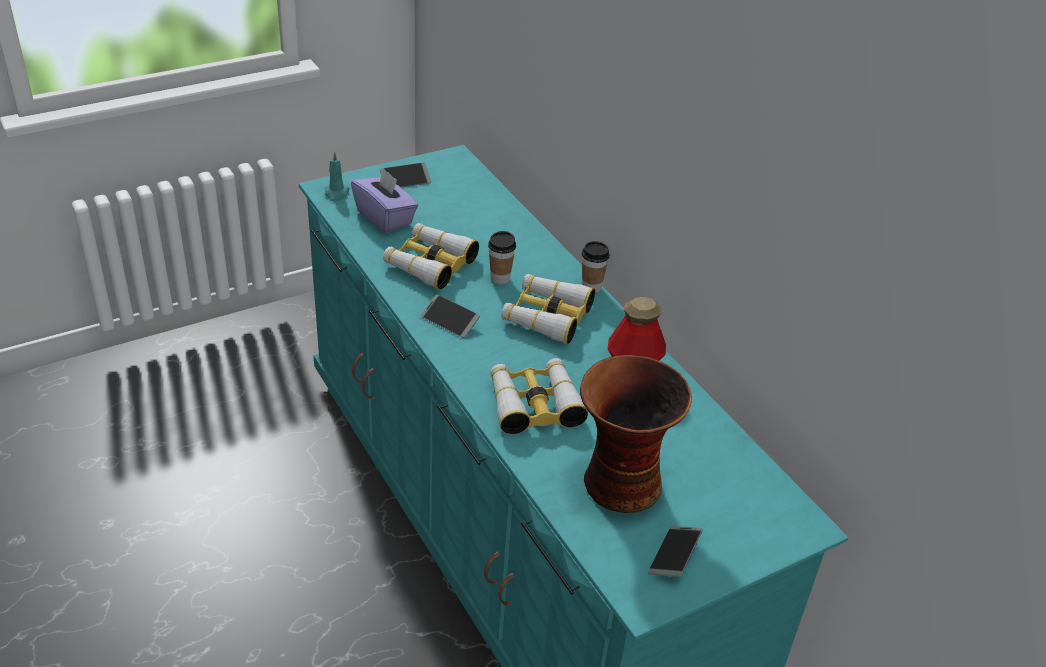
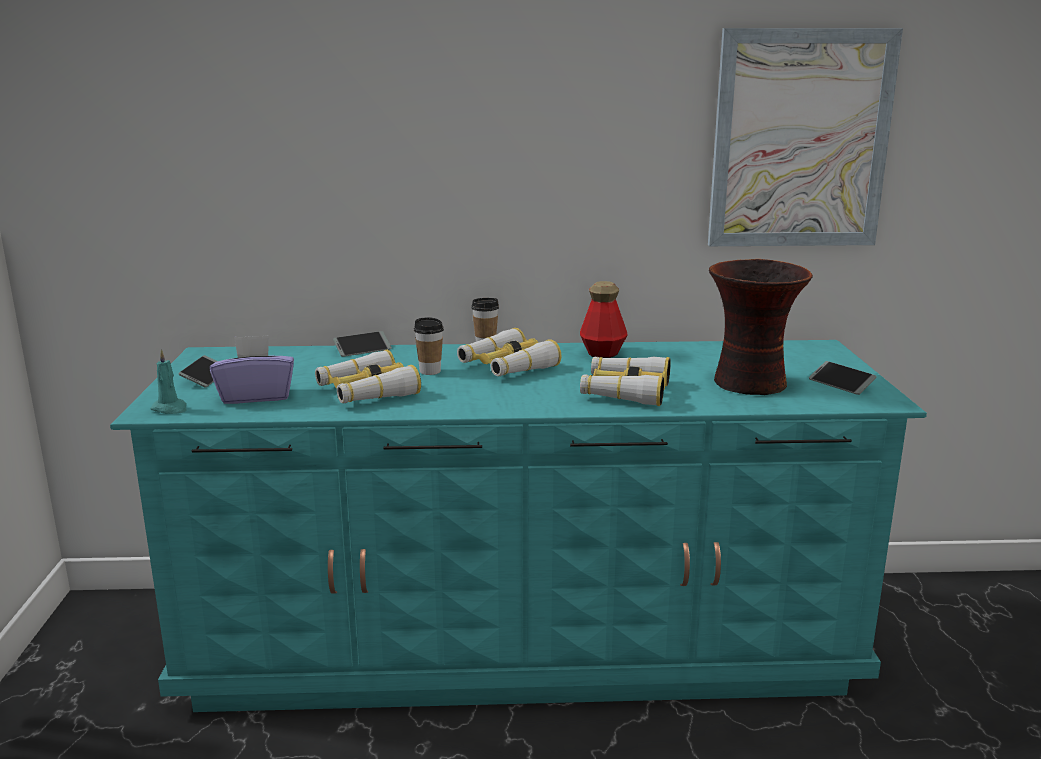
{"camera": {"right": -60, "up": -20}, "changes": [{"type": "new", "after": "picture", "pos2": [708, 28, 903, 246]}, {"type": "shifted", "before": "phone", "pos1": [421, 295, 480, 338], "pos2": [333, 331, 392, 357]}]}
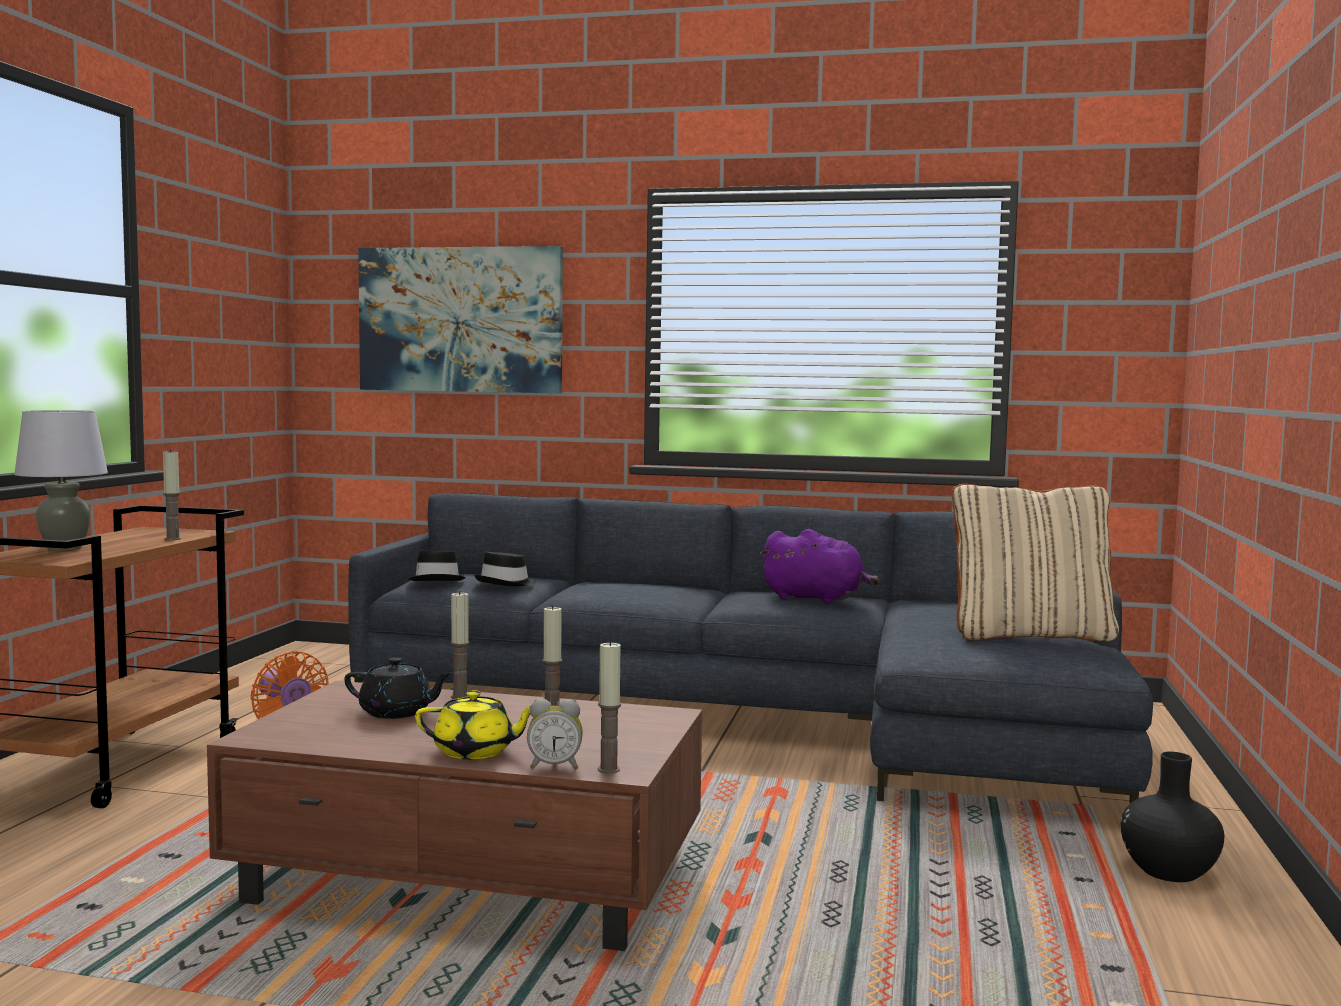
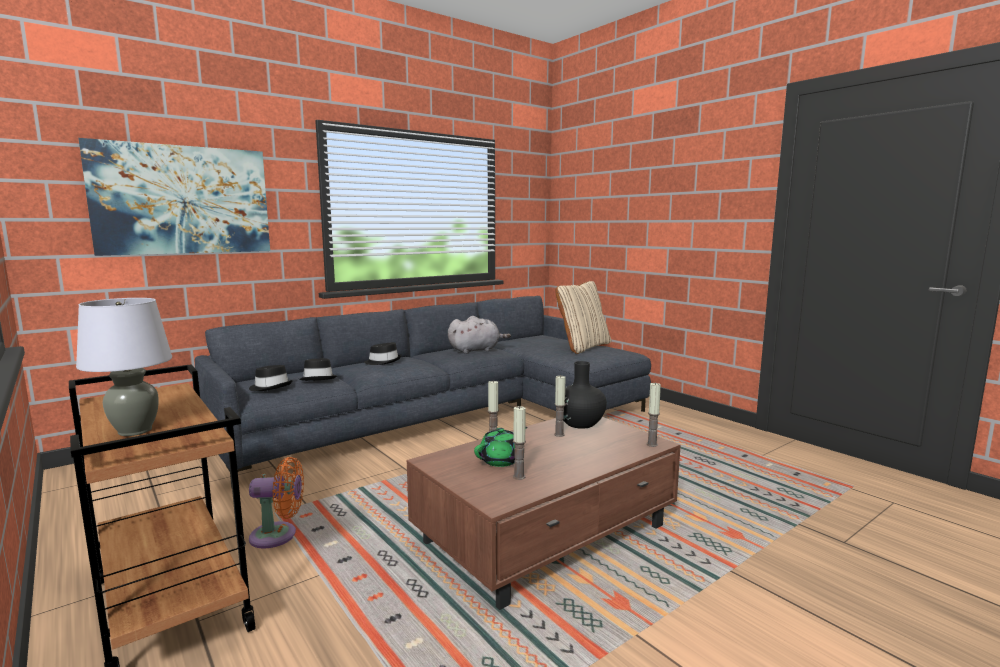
{"camera": {"right": -50, "up": 5}, "changes": [{"type": "gone", "before": "yellow-coloured teapot", "pos1": [415, 690, 531, 759]}, {"type": "gone", "before": "table clock", "pos1": [527, 699, 583, 769]}, {"type": "new", "after": "black clothing hat", "pos2": [364, 342, 402, 365]}, {"type": "shifted", "before": "wax light", "pos1": [163, 449, 181, 540], "pos2": [513, 406, 526, 480]}, {"type": "shifted", "before": "black decorative vase", "pos1": [1121, 752, 1224, 882], "pos2": [563, 361, 607, 429]}, {"type": "repainted", "before": "black teapot", "after": "green-coloured teapot", "pos1": [344, 658, 453, 719], "pos2": [474, 427, 528, 467]}, {"type": "repainted", "before": "purplish cuddly toy", "after": "gray cuddly toy", "pos1": [760, 529, 880, 604], "pos2": [448, 316, 511, 354]}]}
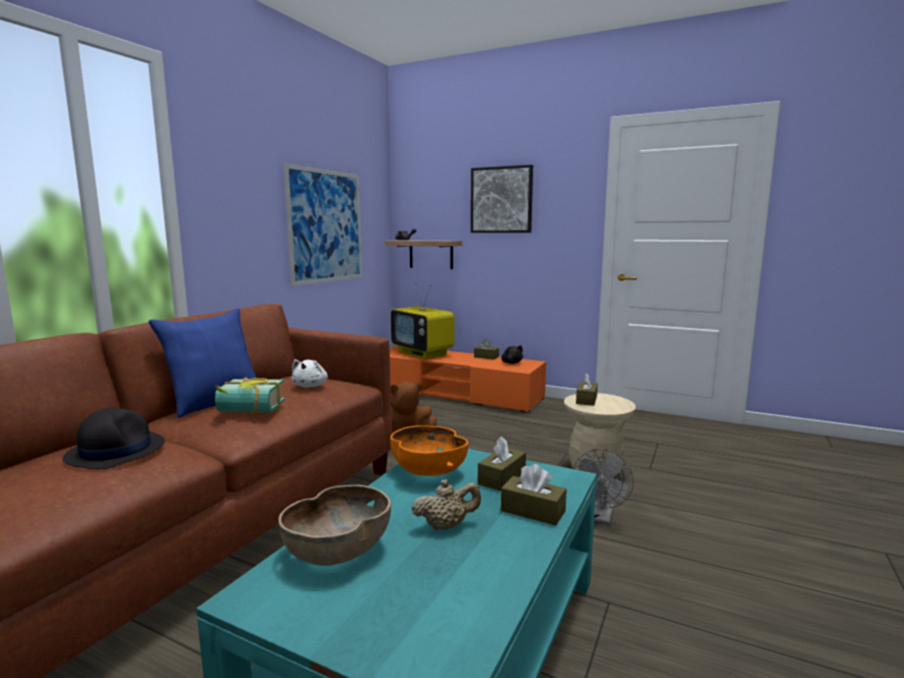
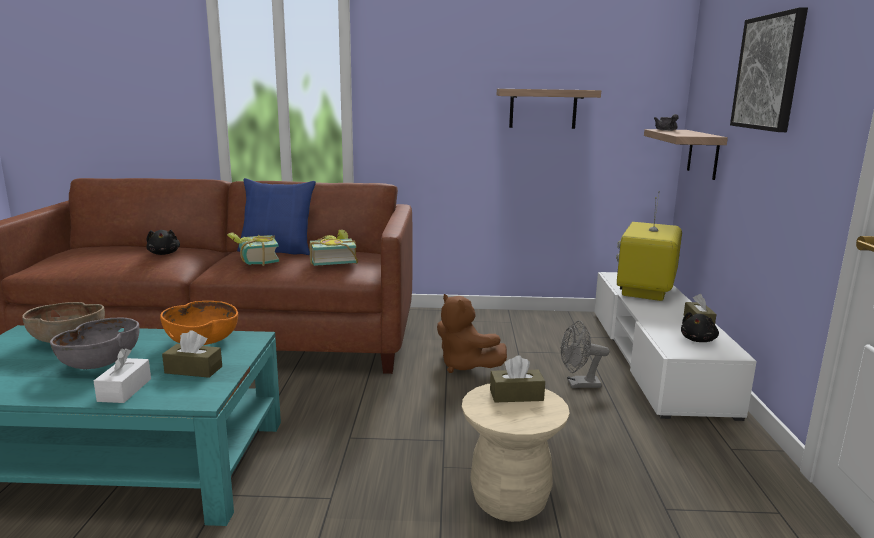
{"camera": {"right": 65, "up": 5}, "changes": [{"type": "shifted", "before": "gray fan", "pos1": [573, 449, 634, 524], "pos2": [561, 321, 610, 388]}, {"type": "swapped", "before": "black clothing hat", "after": "black cuddly toy", "pos1": [62, 407, 165, 469], "pos2": [146, 230, 180, 255]}, {"type": "swapped", "before": "picture", "after": "bracket shelf", "pos1": [283, 163, 362, 286], "pos2": [497, 89, 601, 129]}, {"type": "swapped", "before": "white cuddly toy", "after": "bound book", "pos1": [292, 359, 328, 388], "pos2": [309, 230, 358, 266]}, {"type": "swapped", "before": "beige teapot", "after": "gray serving bowl", "pos1": [411, 479, 481, 530], "pos2": [50, 317, 139, 369]}, {"type": "repainted", "before": "orange media console", "after": "white media console", "pos1": [390, 345, 546, 413], "pos2": [594, 272, 757, 421]}, {"type": "repainted", "before": "brown tissue box", "after": "white tissue box", "pos1": [501, 464, 567, 525], "pos2": [94, 348, 151, 403]}]}
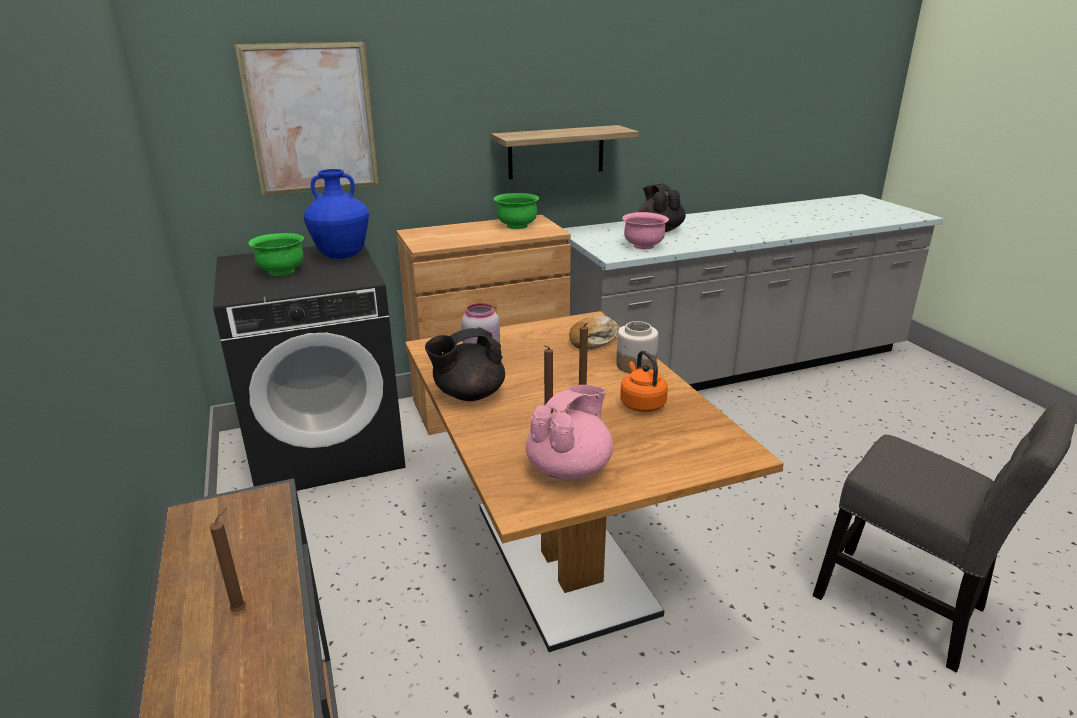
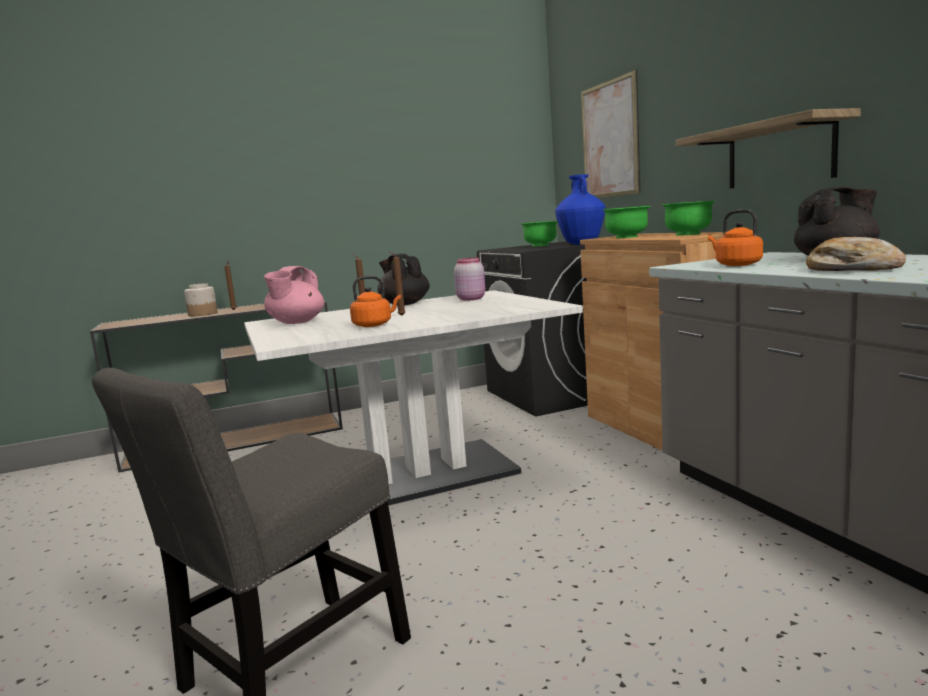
{"camera": {"right": 90, "up": -15}, "changes": [{"type": "new", "after": "green-coloured serving bowl", "pos2": [603, 206, 651, 238]}, {"type": "shifted", "before": "baked bread", "pos1": [569, 316, 619, 349], "pos2": [806, 237, 906, 271]}, {"type": "shifted", "before": "preserve jar", "pos1": [616, 321, 658, 374], "pos2": [184, 283, 217, 317]}, {"type": "swapped", "before": "pink-coloured serving bowl", "after": "orange water kettle", "pos1": [622, 212, 669, 249], "pos2": [708, 209, 763, 266]}, {"type": "repainted", "before": "brown kitchen table", "after": "white kitchen table", "pos1": [405, 311, 784, 652], "pos2": [244, 290, 583, 506]}, {"type": "rotated", "before": "pink-coloured teapot", "pos1": [526, 385, 613, 480], "pos2": [264, 266, 324, 324], "turn": 75}]}
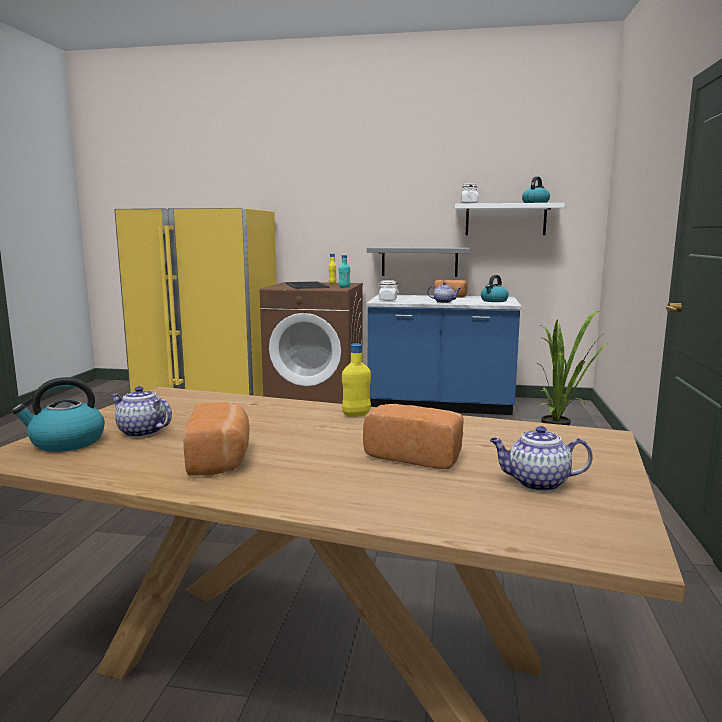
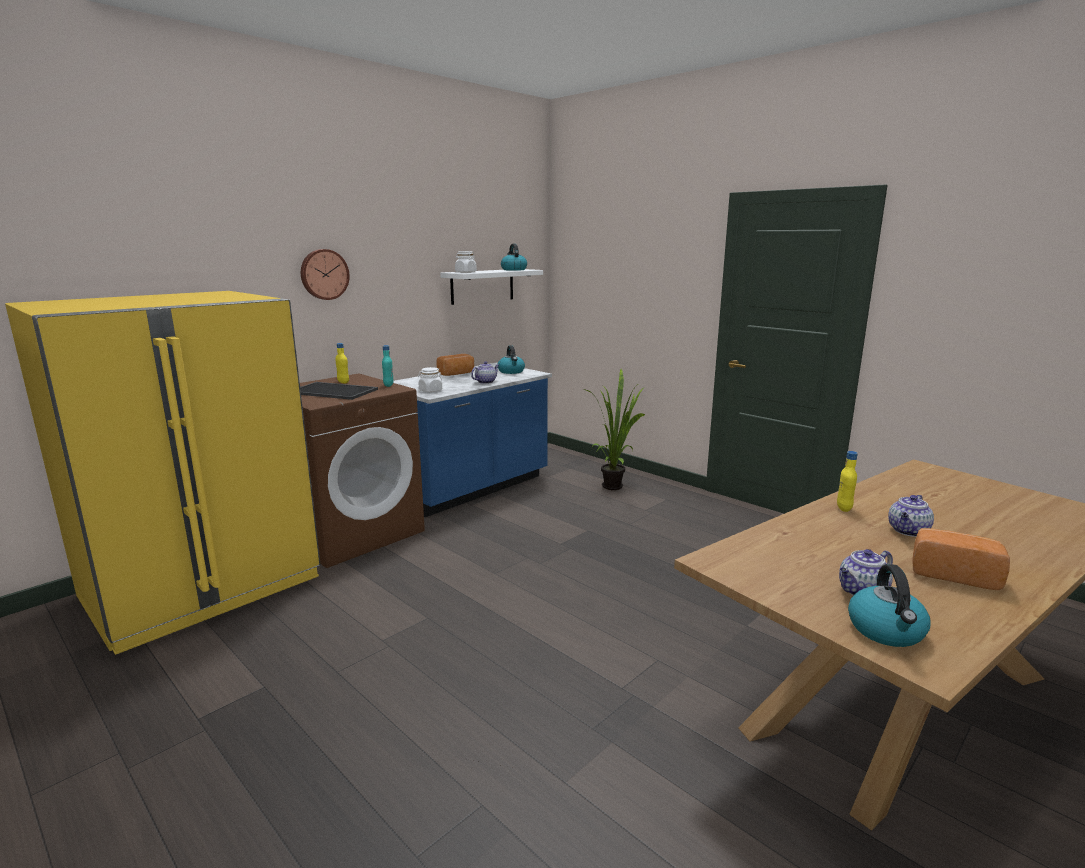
{"camera": {"right": -55, "up": 5}, "changes": [{"type": "gone", "before": "baked bread", "pos1": [363, 404, 464, 469]}, {"type": "gone", "before": "gray bracket shelf", "pos1": [367, 247, 470, 277]}, {"type": "new", "after": "wall clock", "pos2": [301, 249, 350, 300]}, {"type": "shifted", "before": "teapot", "pos1": [490, 426, 593, 491], "pos2": [888, 495, 934, 537]}]}
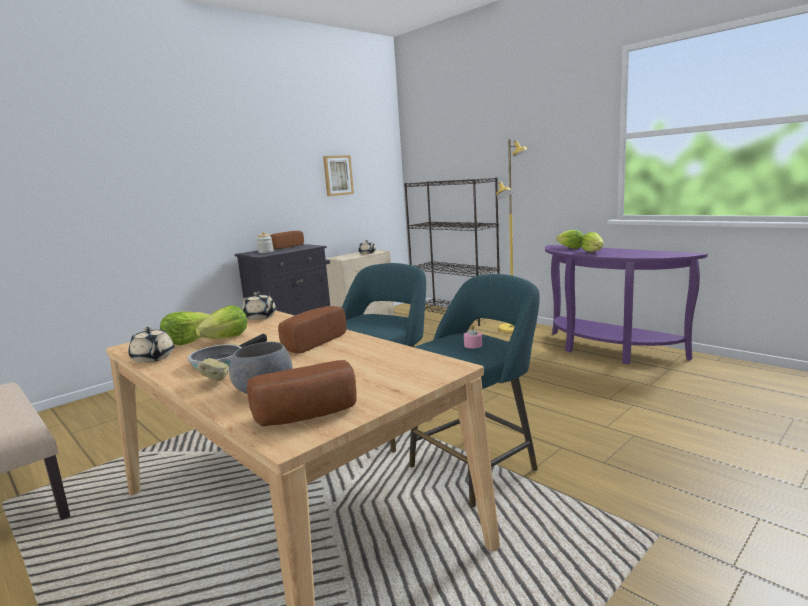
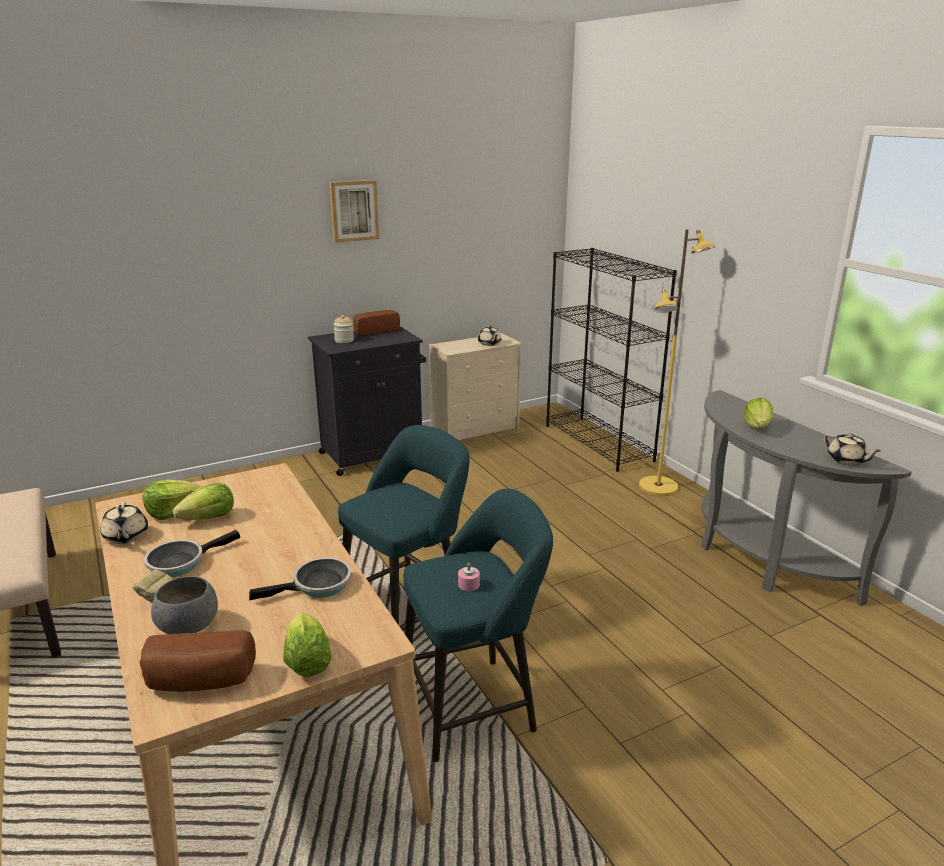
{"camera": {"right": 15, "up": 10}, "changes": [{"type": "gone", "before": "baked bread", "pos1": [278, 306, 347, 354]}, {"type": "new", "after": "frying pan", "pos2": [249, 557, 352, 600]}, {"type": "shifted", "before": "beige teapot", "pos1": [242, 292, 276, 320], "pos2": [824, 433, 881, 466]}, {"type": "shifted", "before": "picture", "pos1": [323, 155, 354, 196], "pos2": [329, 180, 379, 243]}, {"type": "shifted", "before": "lettuce head", "pos1": [556, 230, 584, 249], "pos2": [283, 612, 332, 677]}, {"type": "repainted", "before": "purplish narrow table", "after": "gray narrow table", "pos1": [545, 245, 708, 364], "pos2": [701, 390, 912, 606]}]}
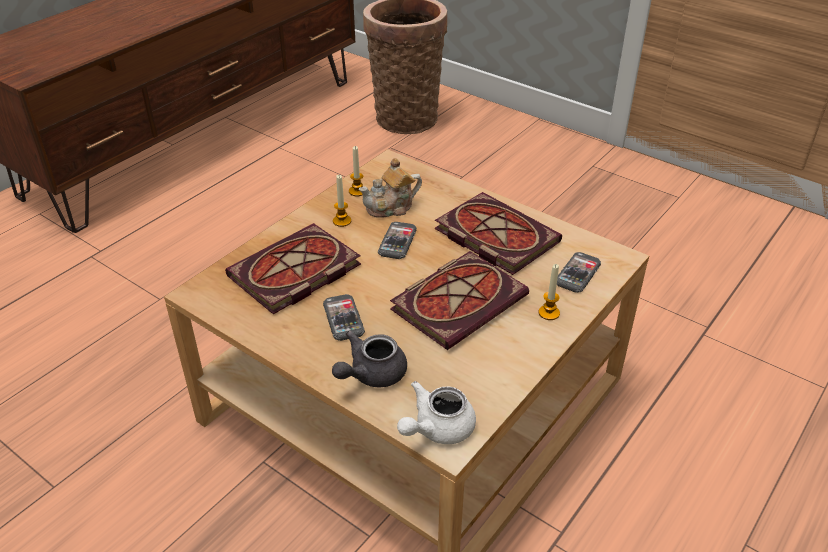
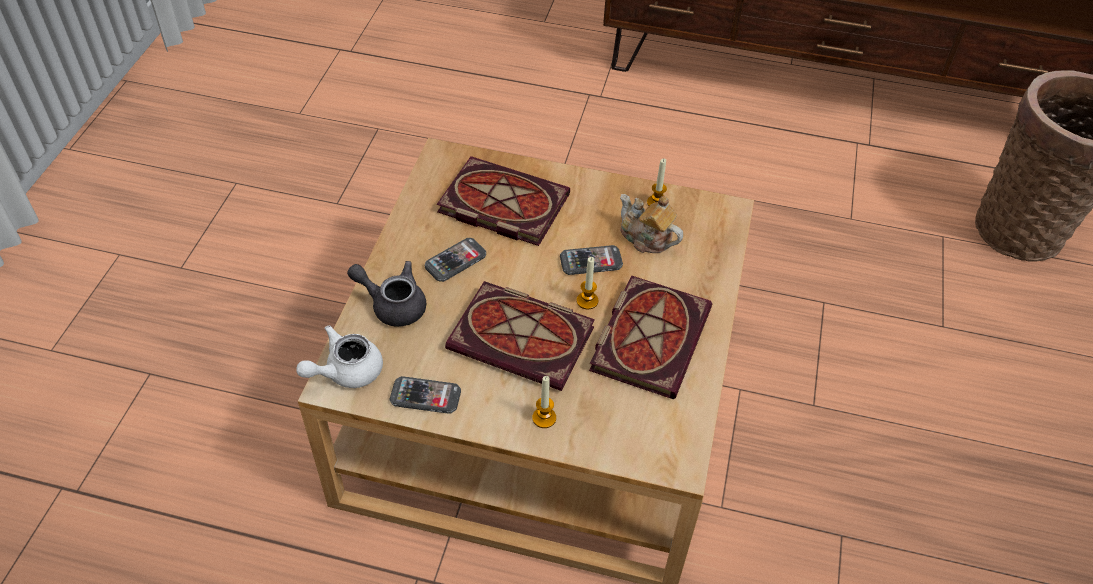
{"camera": {"right": 65, "up": 10}, "changes": [{"type": "shifted", "before": "wax light", "pos1": [333, 175, 351, 227], "pos2": [577, 257, 598, 309]}, {"type": "shifted", "before": "phone", "pos1": [557, 252, 601, 293], "pos2": [390, 376, 461, 414]}, {"type": "rotated", "before": "white teapot", "pos1": [397, 381, 476, 444], "pos2": [296, 325, 383, 388], "turn": -60}]}
